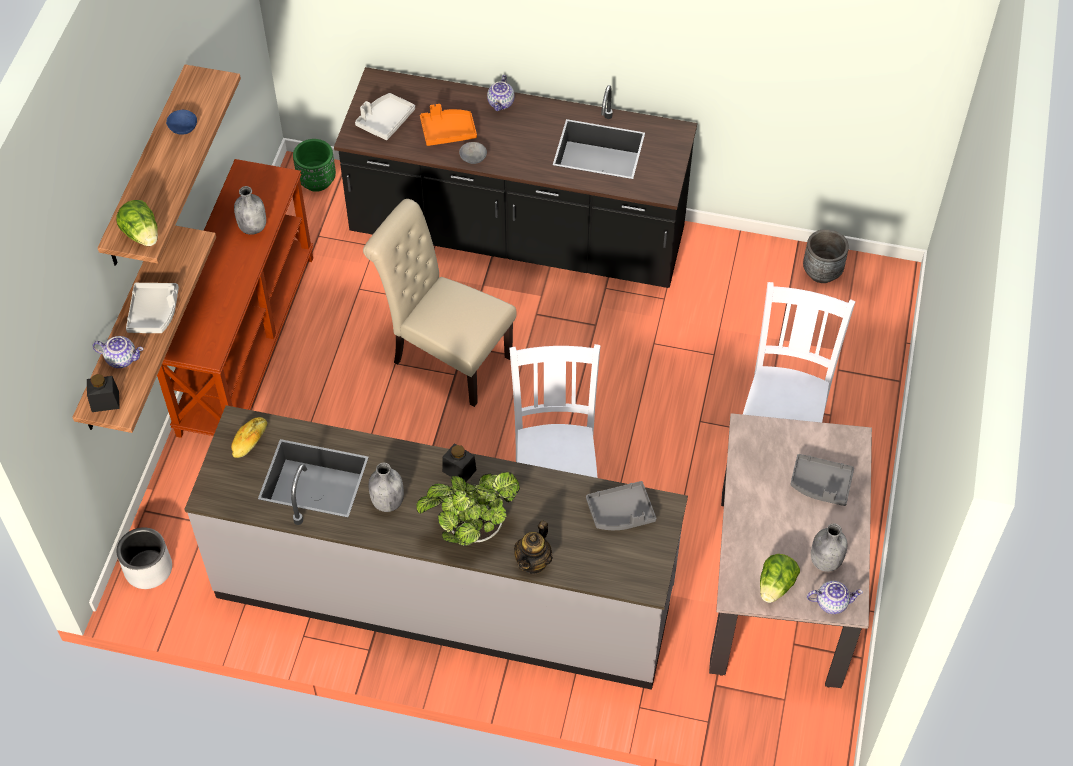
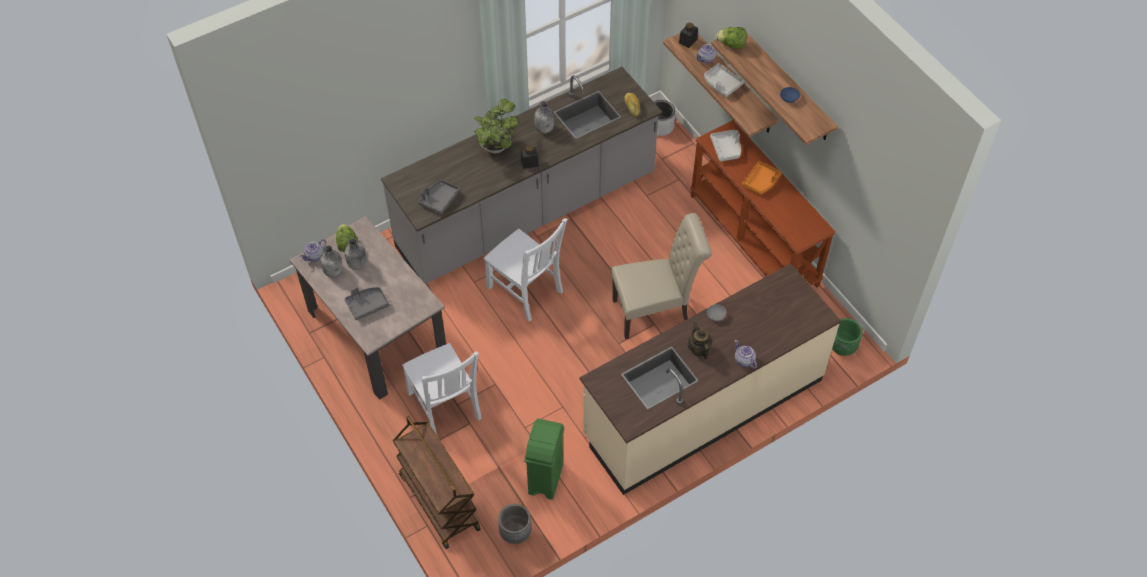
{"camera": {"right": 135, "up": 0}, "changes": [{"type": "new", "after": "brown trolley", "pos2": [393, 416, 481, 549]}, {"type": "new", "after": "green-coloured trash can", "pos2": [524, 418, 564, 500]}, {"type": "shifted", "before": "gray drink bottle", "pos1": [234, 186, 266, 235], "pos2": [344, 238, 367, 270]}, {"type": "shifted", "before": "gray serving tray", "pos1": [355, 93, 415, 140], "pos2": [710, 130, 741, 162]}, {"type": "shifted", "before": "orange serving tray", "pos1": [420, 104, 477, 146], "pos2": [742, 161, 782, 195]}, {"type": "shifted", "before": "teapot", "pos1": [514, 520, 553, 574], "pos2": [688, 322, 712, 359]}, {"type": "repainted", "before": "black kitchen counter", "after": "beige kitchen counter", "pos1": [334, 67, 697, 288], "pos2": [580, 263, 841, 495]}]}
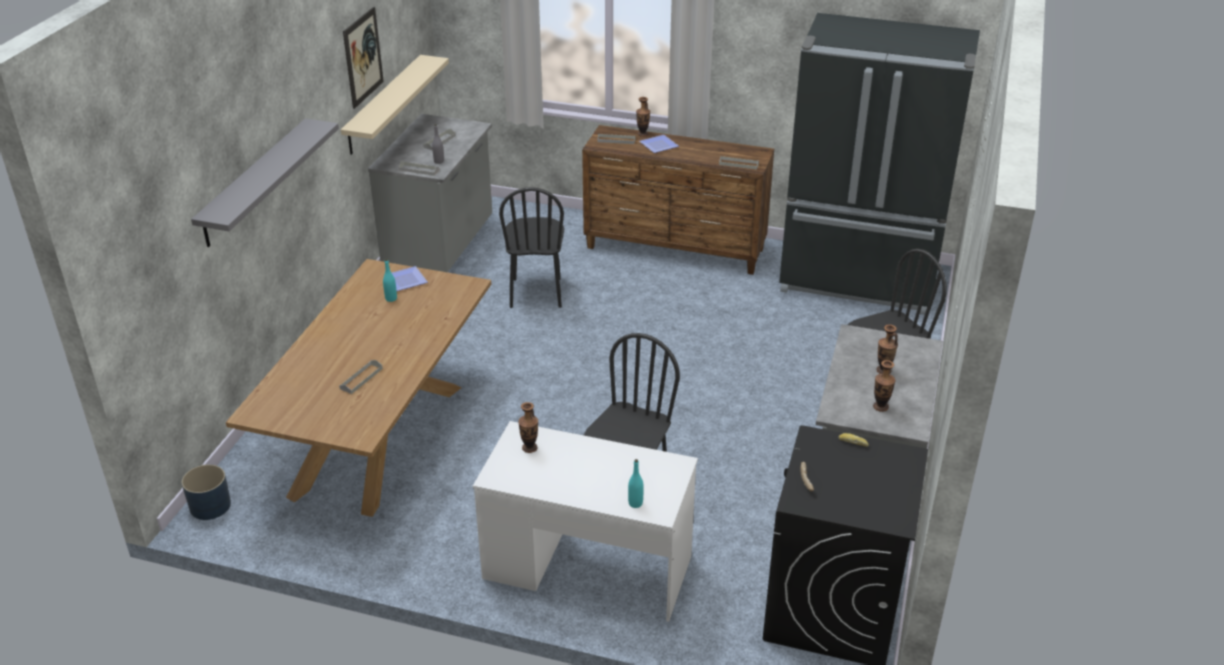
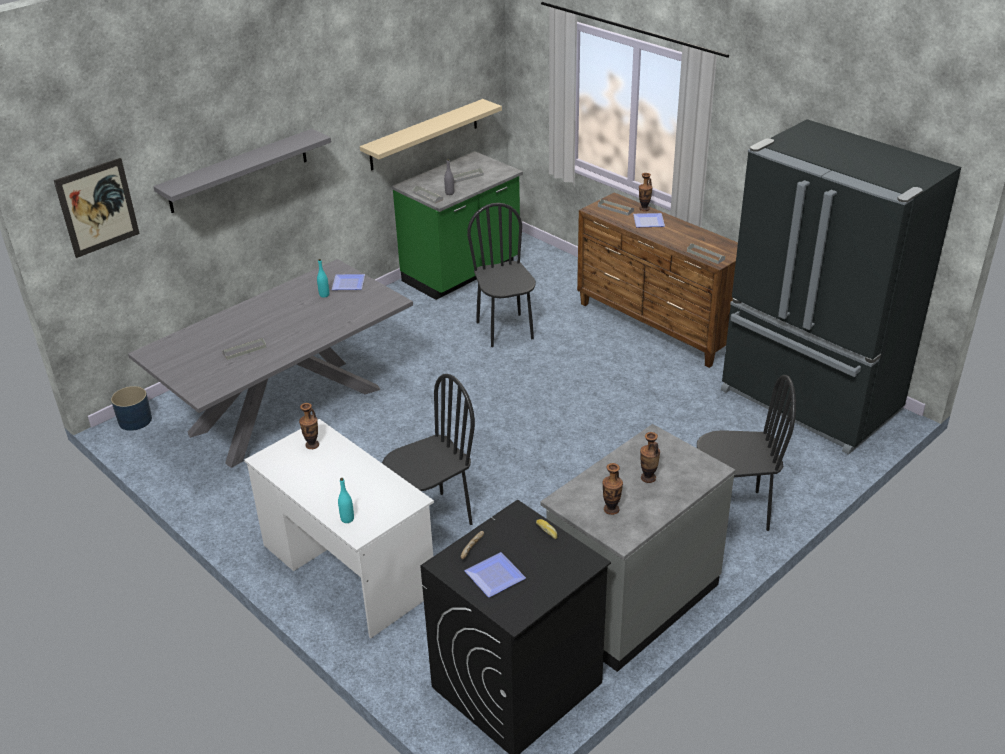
{"camera": {"right": 30, "up": 0}, "changes": [{"type": "new", "after": "flat dish", "pos2": [464, 552, 526, 597]}, {"type": "shifted", "before": "picture", "pos1": [343, 7, 384, 109], "pos2": [54, 158, 140, 258]}, {"type": "repainted", "before": "brown kitchen table", "after": "gray kitchen table", "pos1": [226, 259, 491, 517], "pos2": [128, 259, 413, 468]}, {"type": "repainted", "before": "gray kitchen counter", "after": "green-coloured kitchen counter", "pos1": [368, 114, 492, 272], "pos2": [392, 151, 523, 300]}, {"type": "rotated", "before": "black chair", "pos1": [499, 187, 564, 308], "pos2": [467, 203, 536, 347], "turn": 135}]}
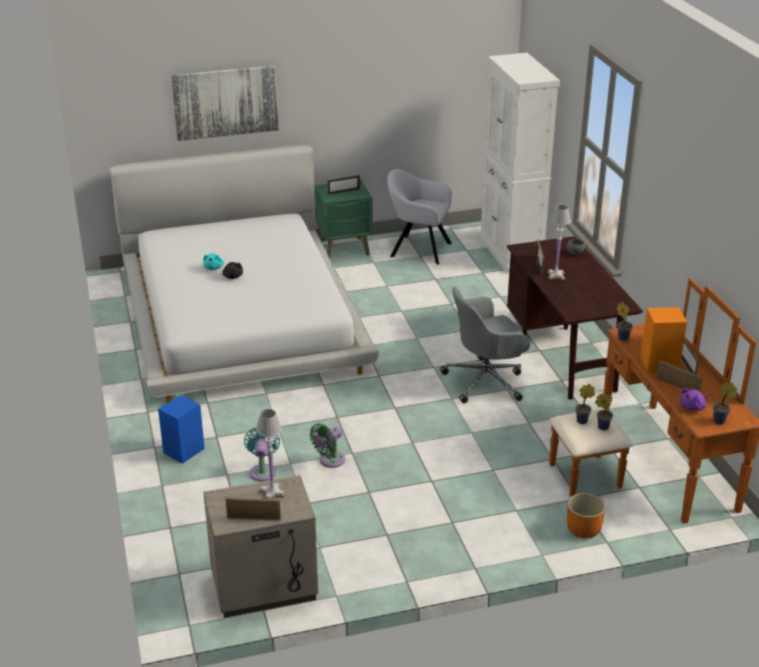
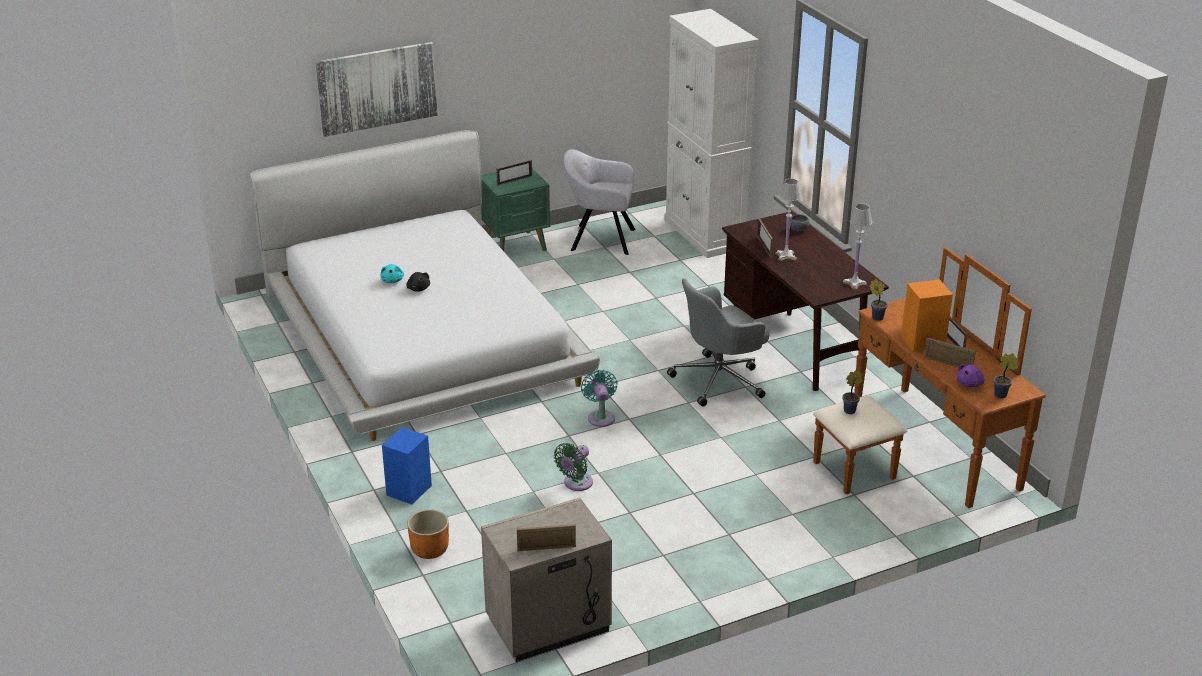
{"camera": {"right": -10, "up": 0}, "changes": [{"type": "gone", "before": "plant in a pot", "pos1": [595, 394, 613, 430]}, {"type": "shifted", "before": "turquoise-coloured fan", "pos1": [244, 427, 280, 482], "pos2": [581, 370, 617, 427]}, {"type": "shifted", "before": "white lamp for a table", "pos1": [256, 409, 286, 499], "pos2": [843, 204, 872, 290]}, {"type": "shifted", "before": "orange flower pot", "pos1": [567, 493, 606, 538], "pos2": [407, 509, 449, 559]}]}
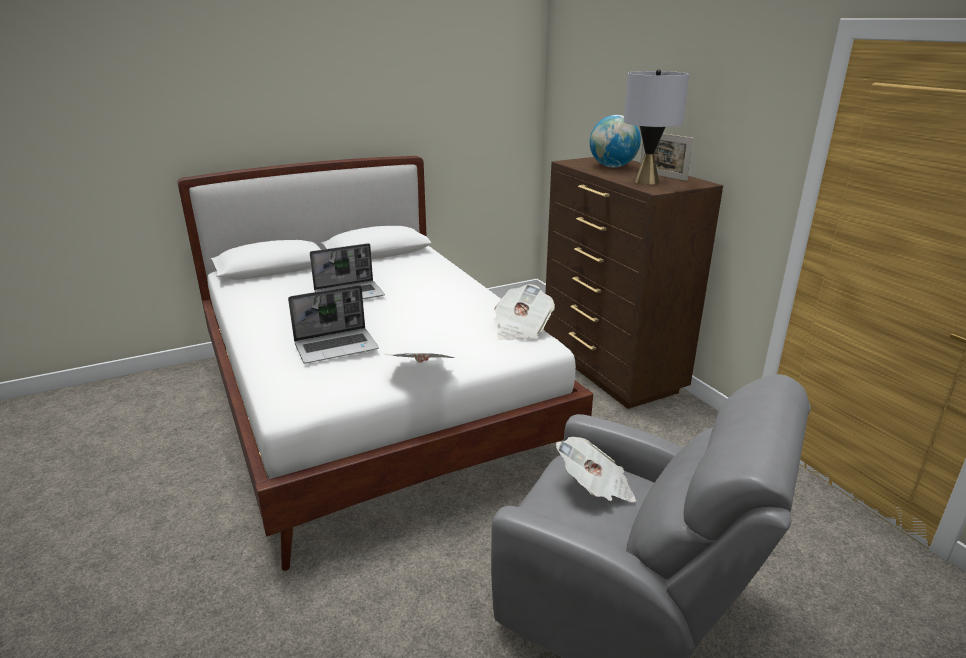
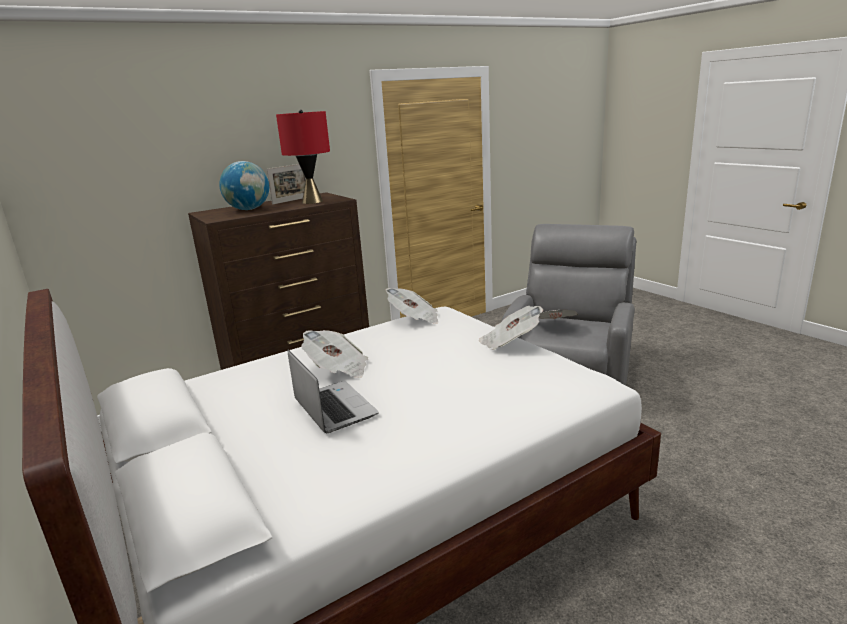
{"camera": {"right": -95, "up": -5}, "changes": [{"type": "gone", "before": "notebook computer", "pos1": [288, 285, 379, 364]}, {"type": "new", "after": "daily paper", "pos2": [301, 330, 368, 378]}, {"type": "repainted", "before": "gray lamp for a table", "after": "red-coloured lamp for a table", "pos1": [624, 69, 689, 185], "pos2": [276, 110, 330, 204]}]}
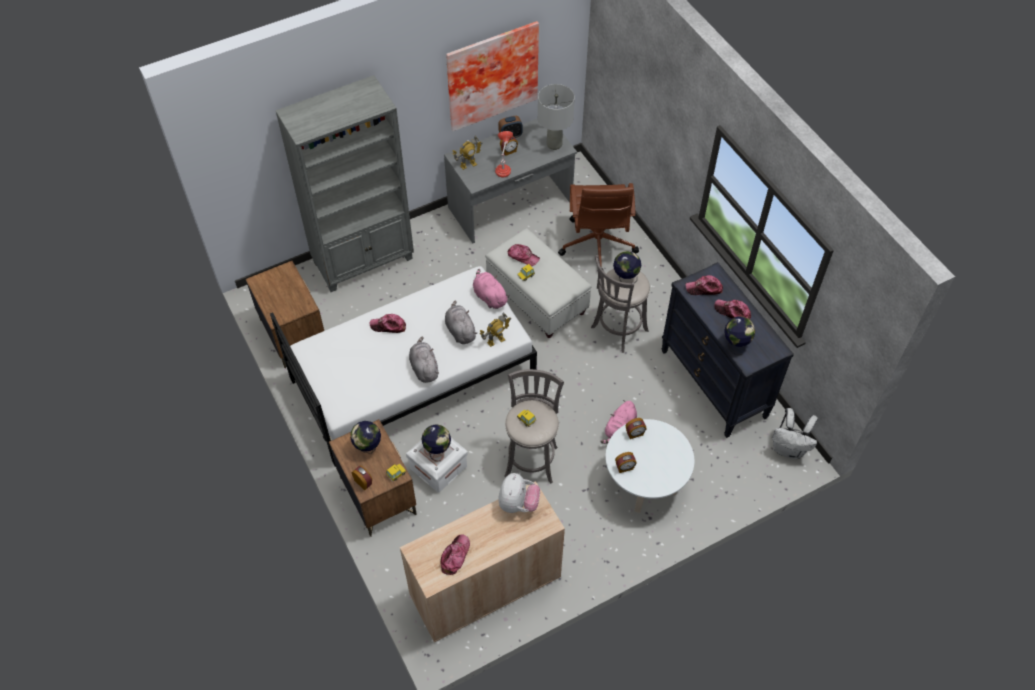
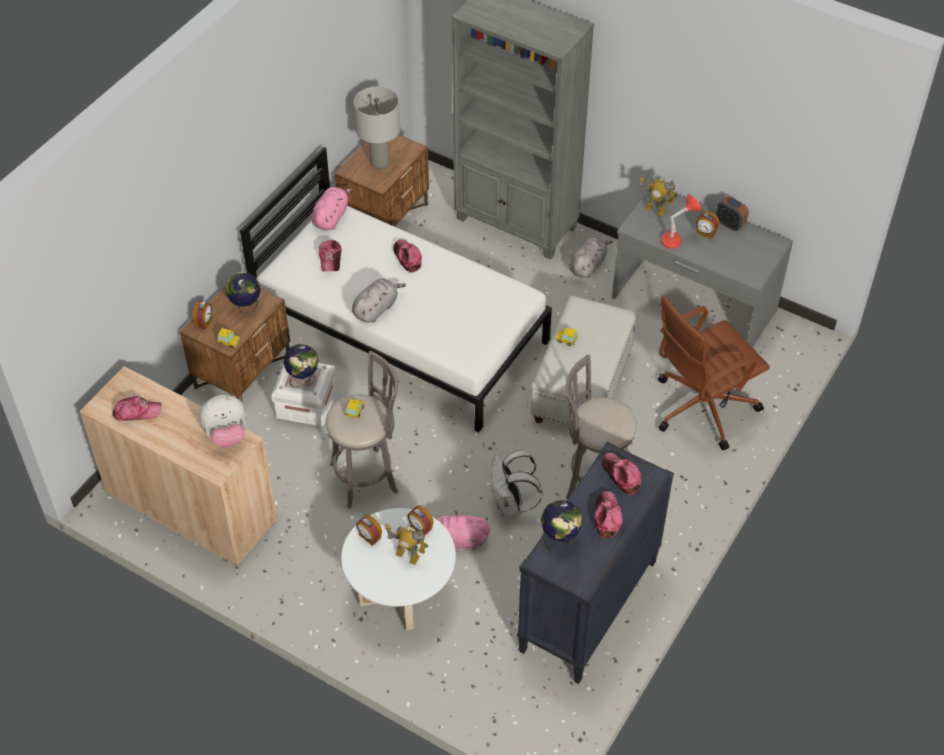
{"camera": {"right": 60, "up": -5}, "changes": [{"type": "gone", "before": "picture", "pos1": [446, 21, 539, 131]}, {"type": "gone", "before": "world globe", "pos1": [613, 251, 641, 282]}, {"type": "shifted", "before": "gray cuddly toy", "pos1": [445, 301, 477, 344], "pos2": [570, 237, 613, 278]}, {"type": "shifted", "before": "pink-coloured cuddly toy", "pos1": [473, 269, 510, 309], "pos2": [312, 187, 353, 230]}, {"type": "shifted", "before": "model robot", "pos1": [479, 312, 511, 347], "pos2": [385, 523, 429, 565]}, {"type": "shifted", "before": "baseball cap", "pos1": [508, 244, 540, 266], "pos2": [319, 240, 341, 272]}, {"type": "shifted", "before": "gray lamp for a table", "pos1": [538, 84, 575, 150], "pos2": [354, 87, 400, 169]}, {"type": "shifted", "before": "white backpack", "pos1": [772, 408, 818, 459], "pos2": [490, 450, 542, 517]}]}
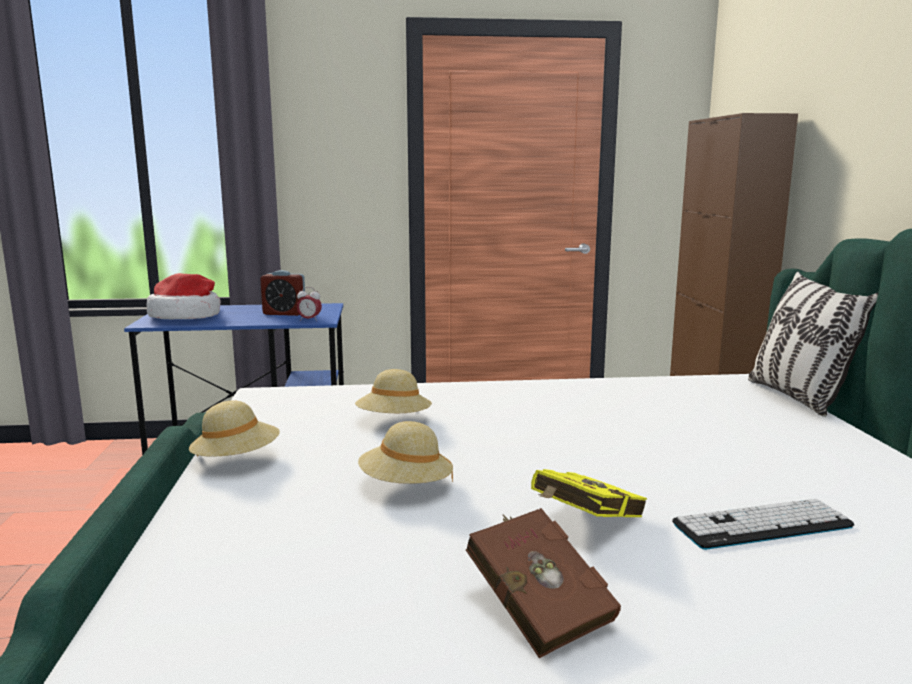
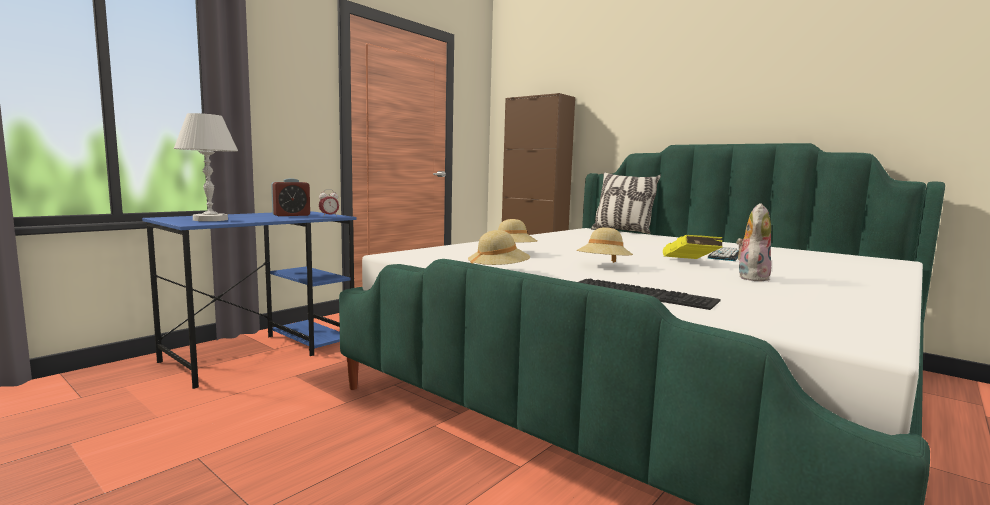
{"camera": {"right": -45, "up": -5}, "changes": [{"type": "new", "after": "keyboard", "pos2": [579, 279, 721, 310]}, {"type": "swapped", "before": "clothing hat", "after": "white lamp for a table", "pos1": [146, 273, 221, 319], "pos2": [174, 113, 238, 221]}, {"type": "swapped", "before": "brown bound book", "after": "cuddly toy", "pos1": [466, 508, 621, 658], "pos2": [736, 203, 772, 281]}]}
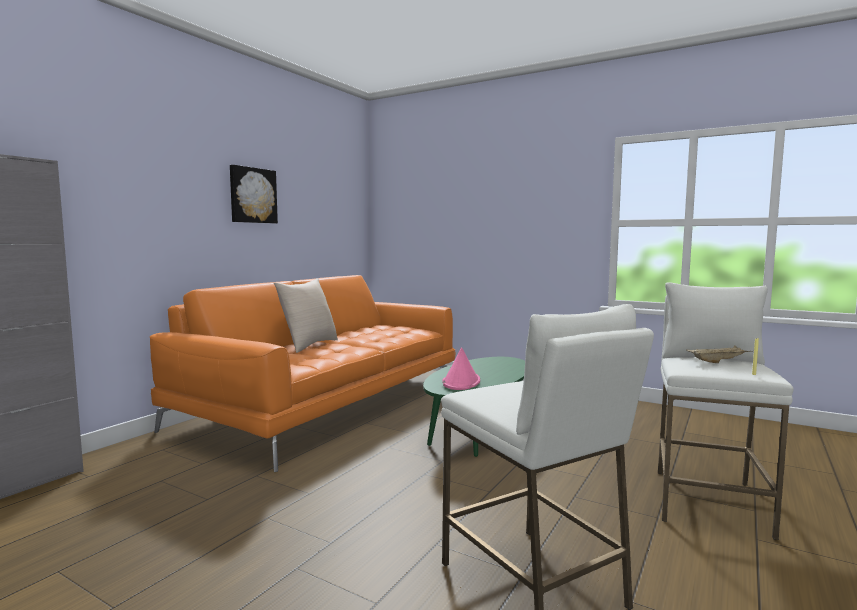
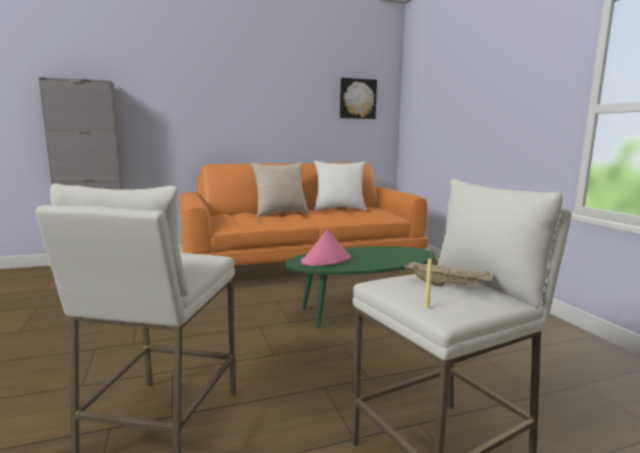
{"camera": {"right": 40, "up": 5}, "changes": [{"type": "new", "after": "white pillow", "pos2": [314, 161, 367, 211]}, {"type": "shifted", "before": "picture", "pos1": [230, 165, 278, 223], "pos2": [340, 78, 377, 119]}]}
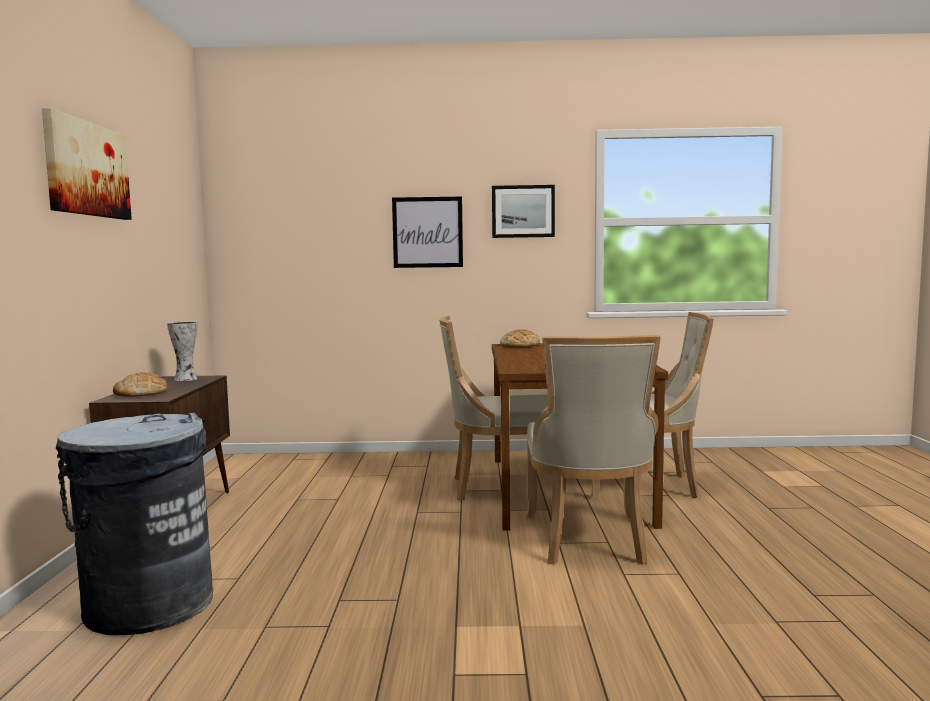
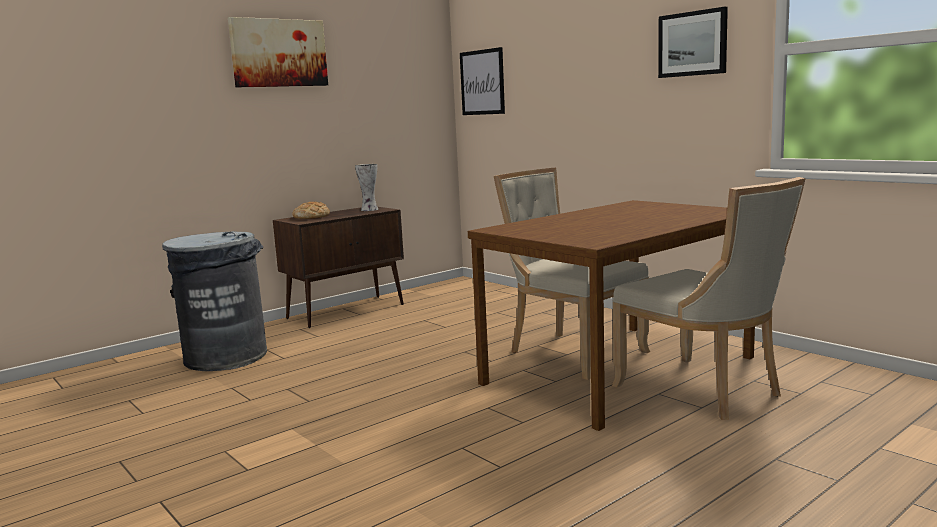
{"camera": {"right": 50, "up": 5}, "changes": [{"type": "gone", "before": "baked bread", "pos1": [500, 329, 540, 347]}, {"type": "gone", "before": "beige chair", "pos1": [526, 335, 661, 565]}, {"type": "shifted", "before": "picture", "pos1": [392, 197, 463, 268], "pos2": [460, 47, 505, 115]}]}
